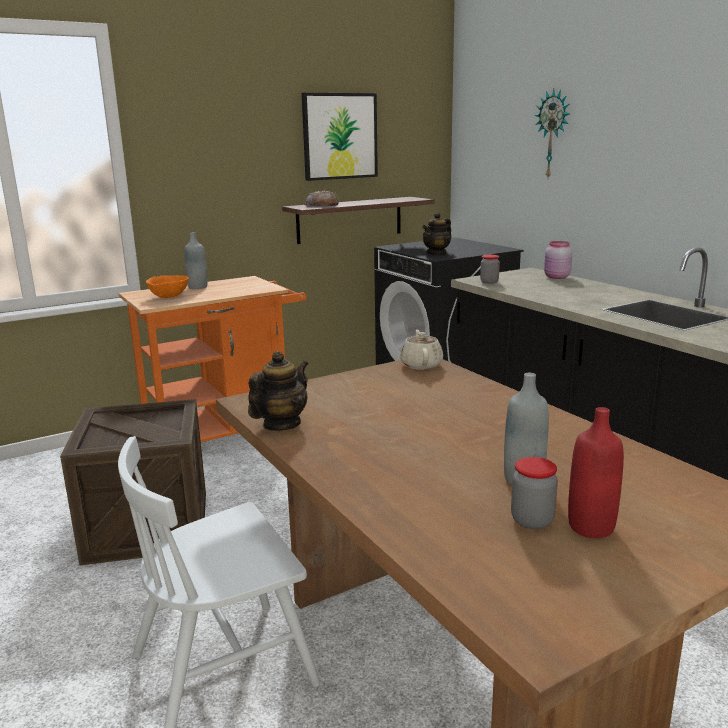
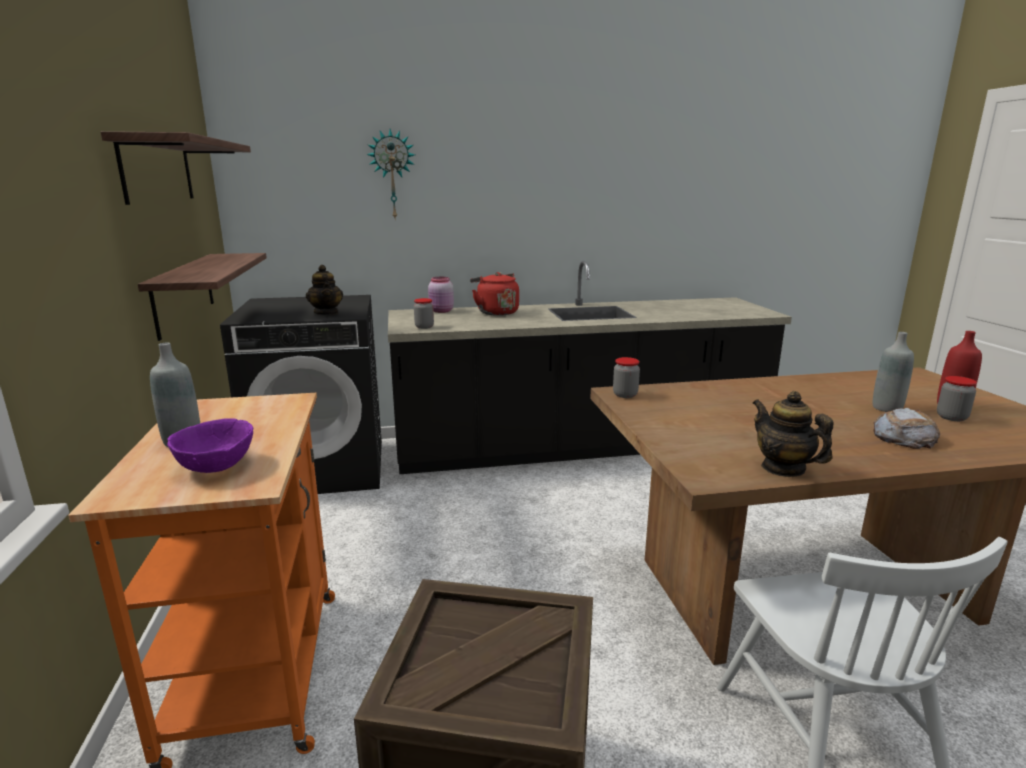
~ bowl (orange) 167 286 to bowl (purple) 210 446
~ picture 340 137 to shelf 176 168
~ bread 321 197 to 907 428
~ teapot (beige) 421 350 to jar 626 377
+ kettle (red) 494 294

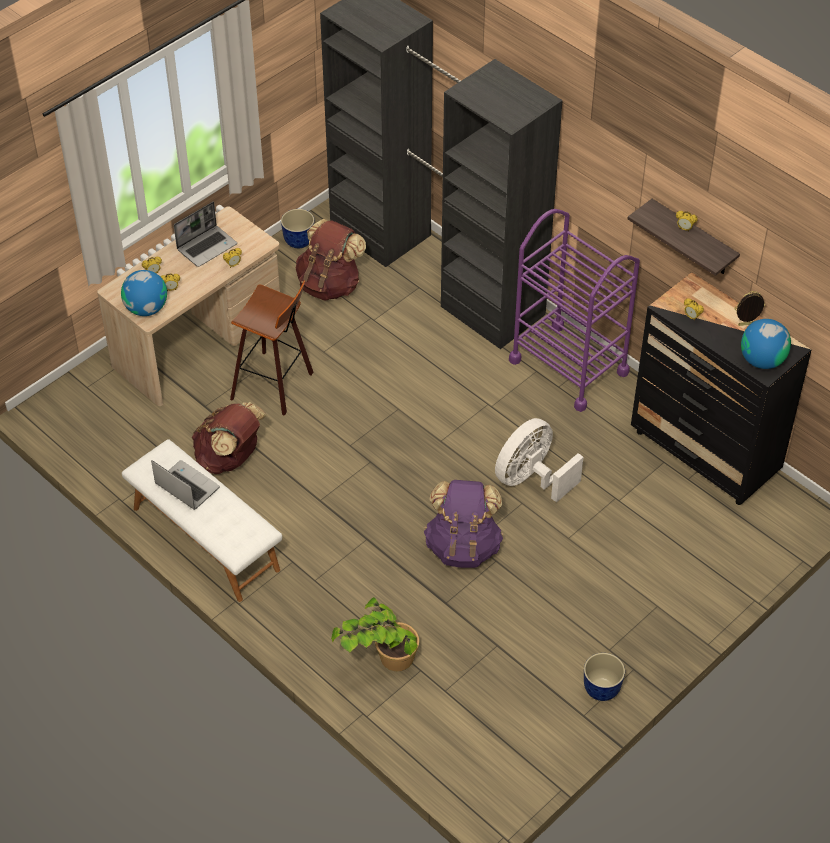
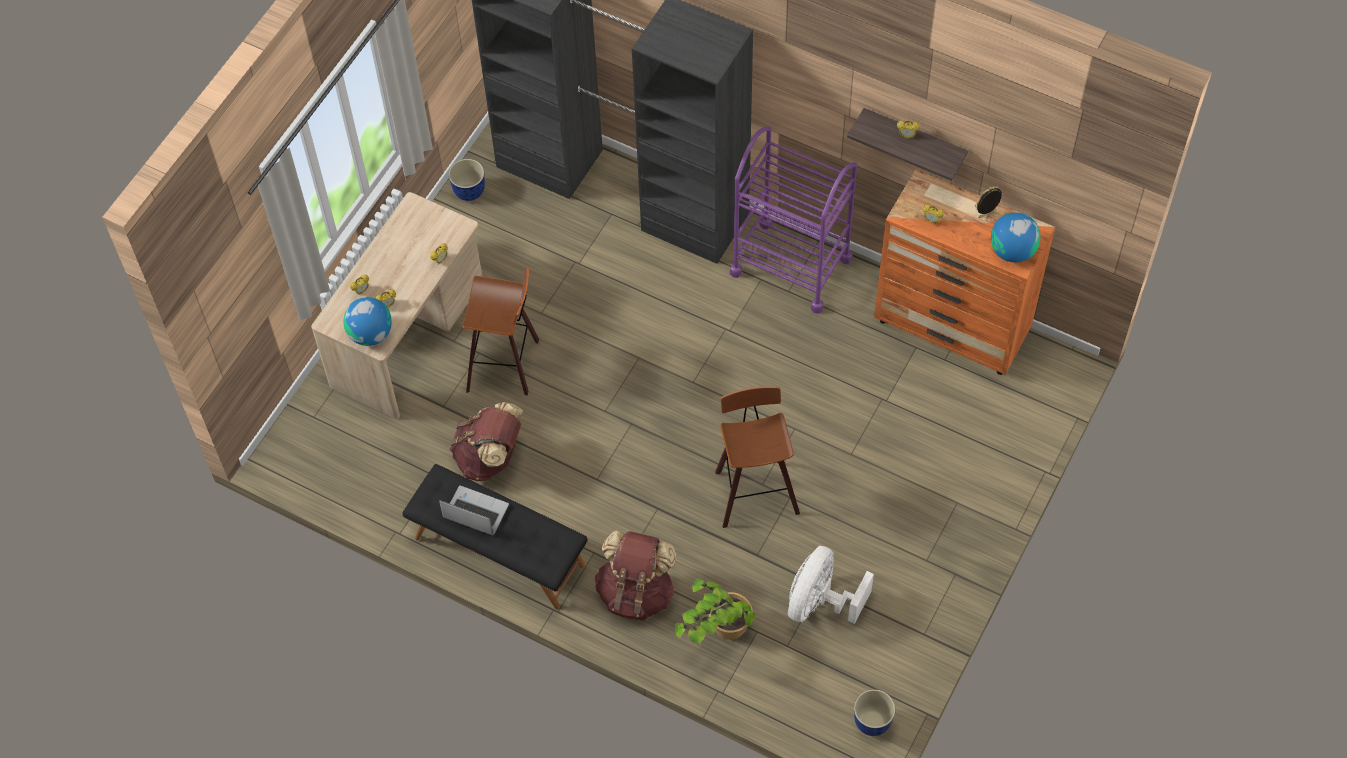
~ bench (white) 202 520 to bench (black) 494 537
- laptop 205 234
~ backpack (brown) 331 260 to 635 575
~ backpack (purple) 463 524 to stool 757 457
~ fan (white) 539 460 to 831 585
~ planter 604 677 to 875 712
~ dresser (black) 721 388 to dresser (orange) 964 272

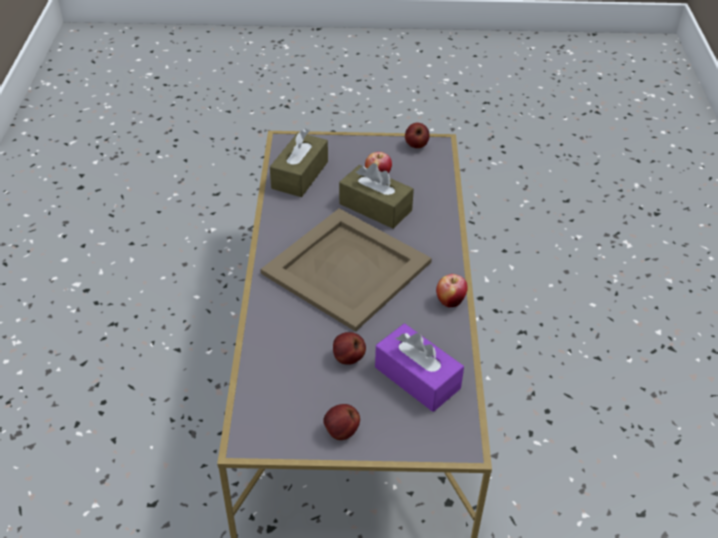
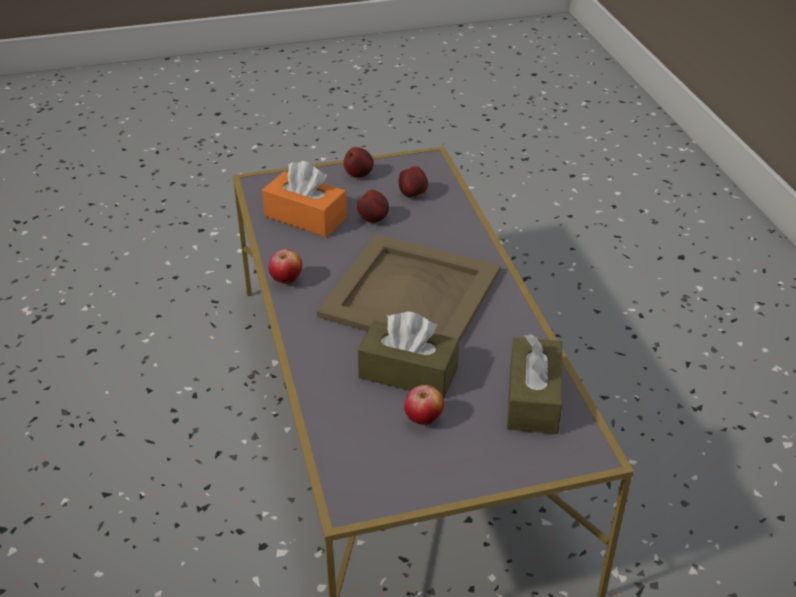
~ tissue box (purple) 419 367 to tissue box (orange) 304 199
~ apple 417 135 to 413 182

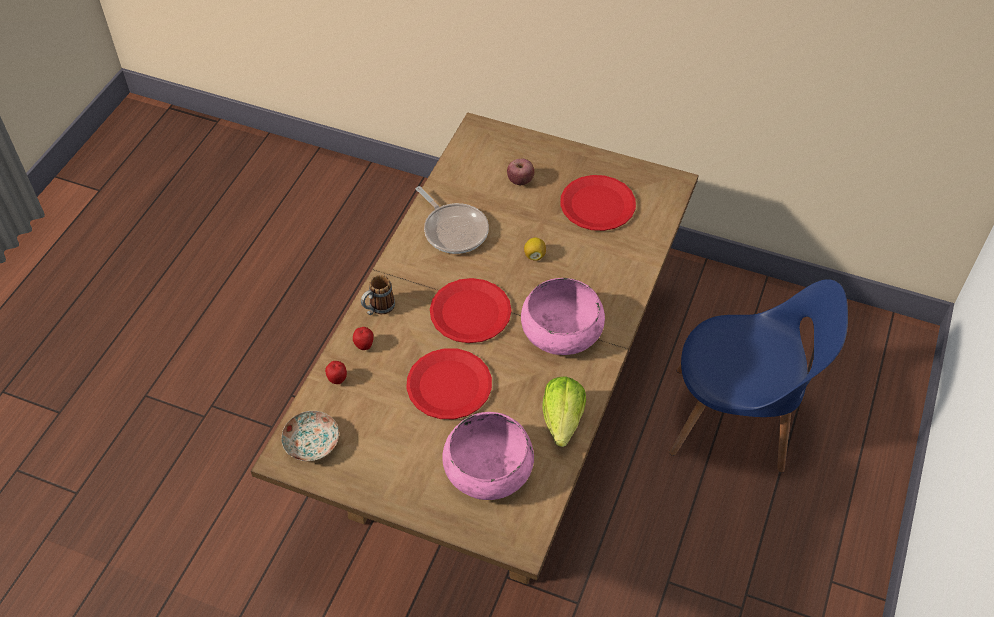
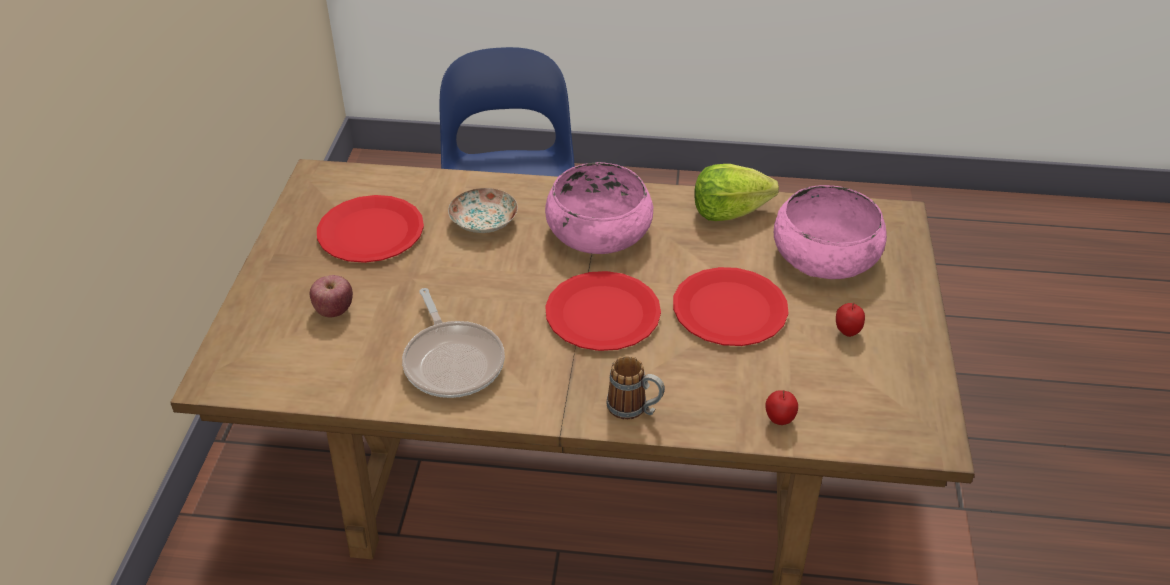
~ plate 310 436 to 483 210
~ apple 363 338 to 850 319
~ frying pan 452 220 = 453 343 120 degrees clockwise
- lemon 535 249

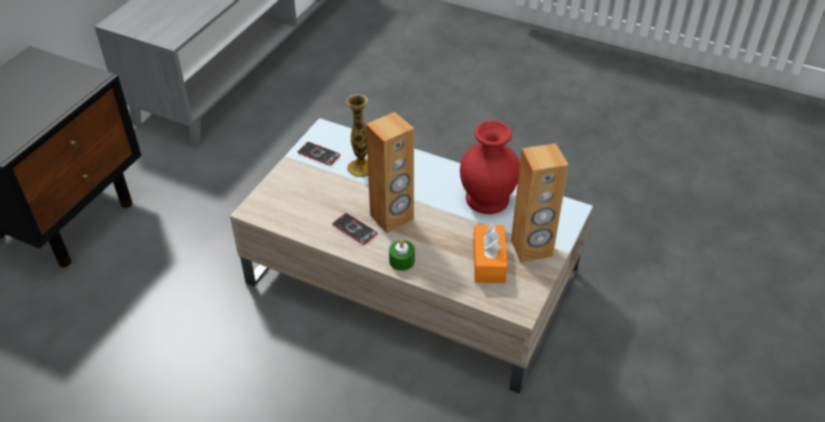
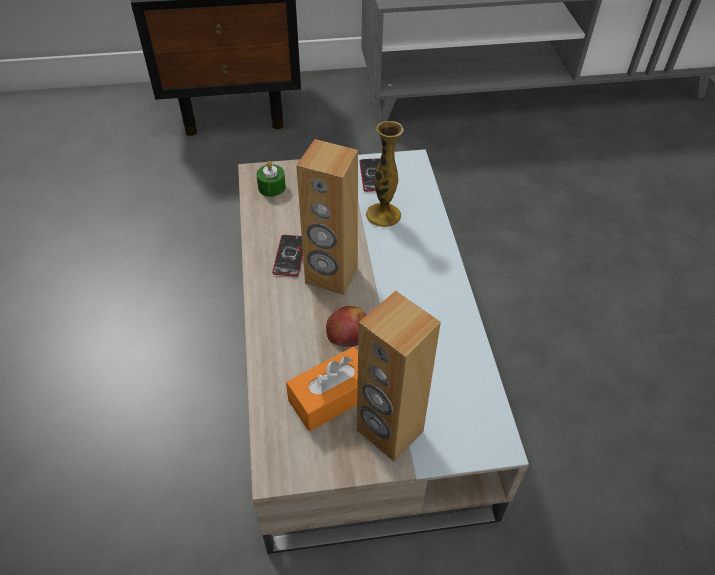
~ candle (green) 402 255 to 271 179
- vase (red) 490 167
+ apple 346 326

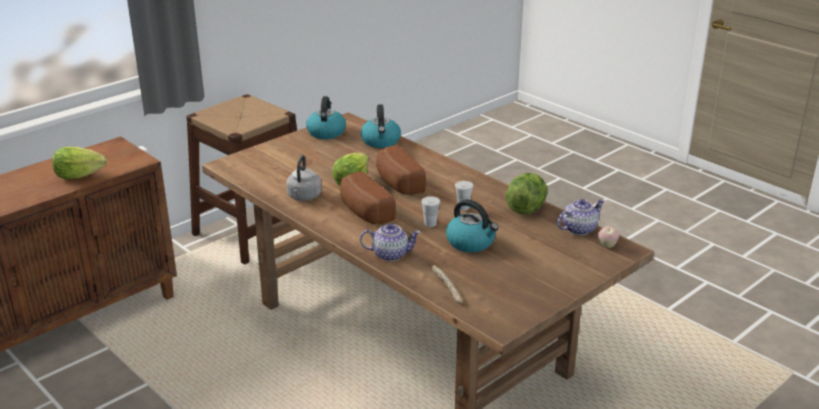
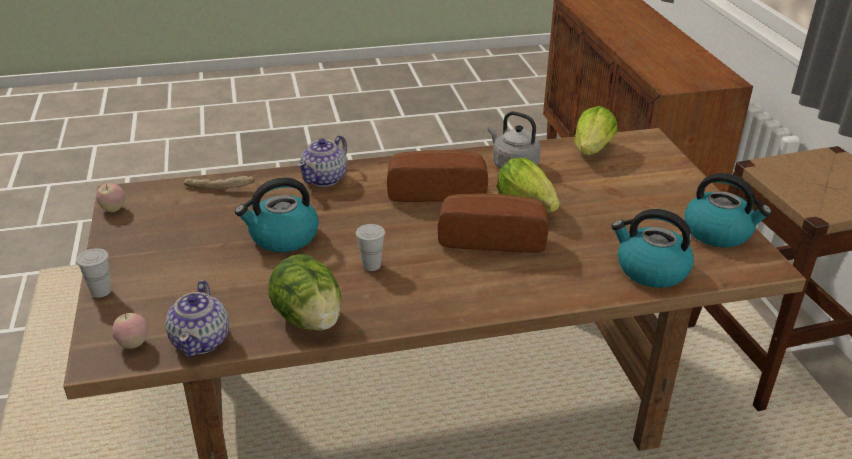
~ lettuce 79 163 to 596 130
~ cup (white) 430 211 to 93 273
+ apple 110 197

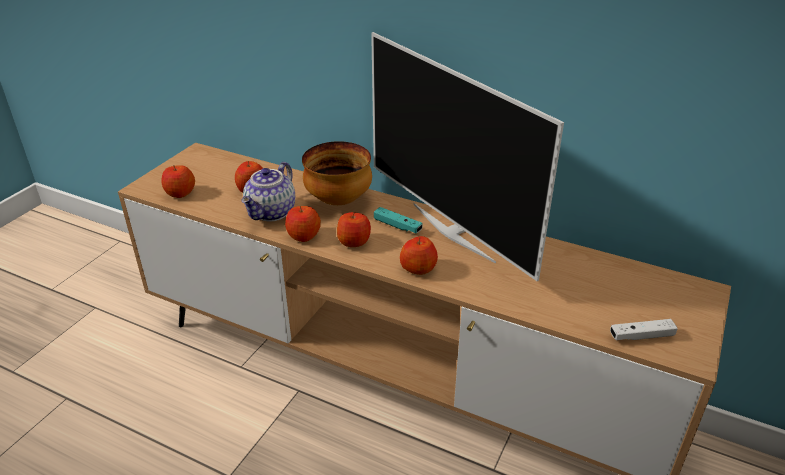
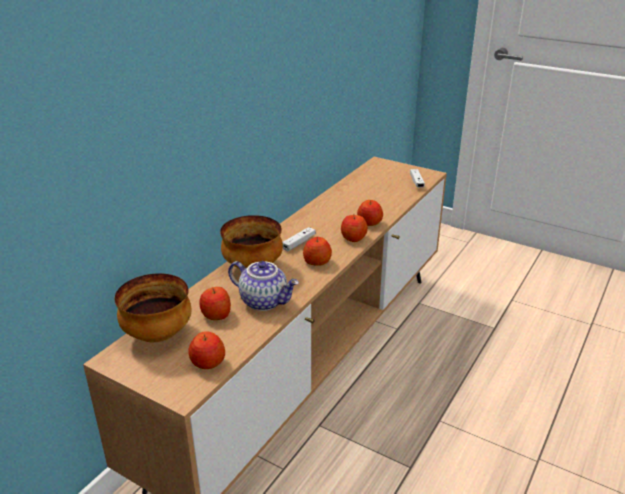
~ apple 303 224 to 370 213
- television 467 156
~ game controller (turquoise) 398 220 to game controller (white) 299 239
+ bowl 153 307

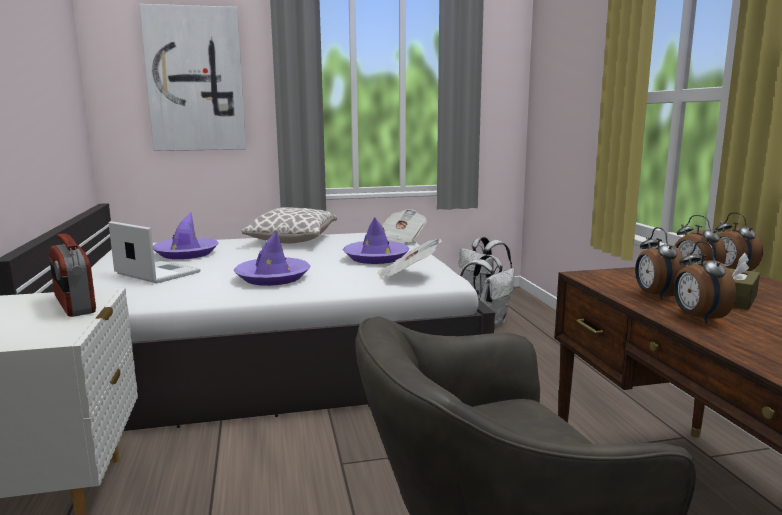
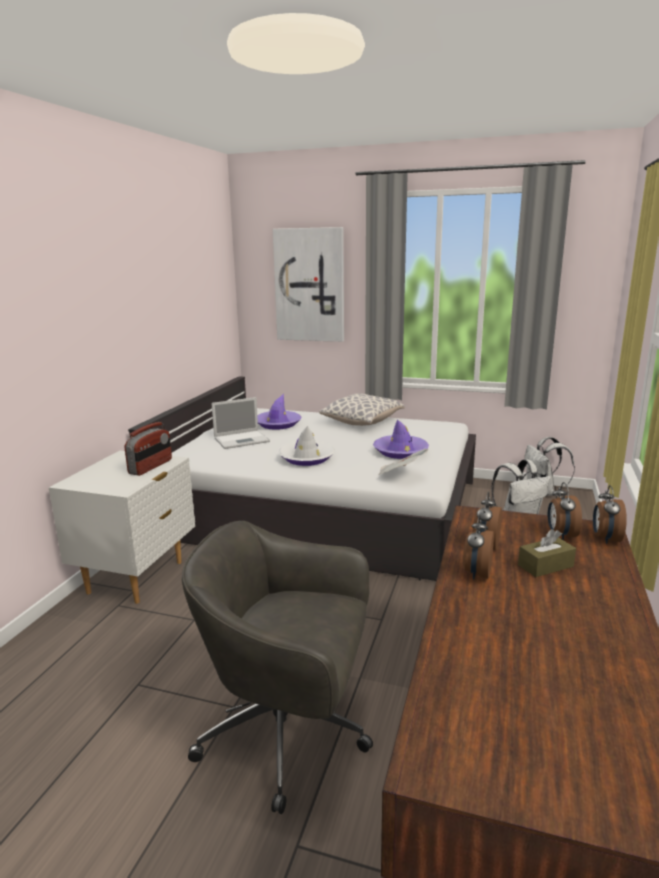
~ radio 72 275 = 148 449 150 degrees counterclockwise
~ laptop 155 252 = 240 423 90 degrees clockwise
~ hat (purple) 272 259 to hat (white) 306 446
- newspaper 404 226

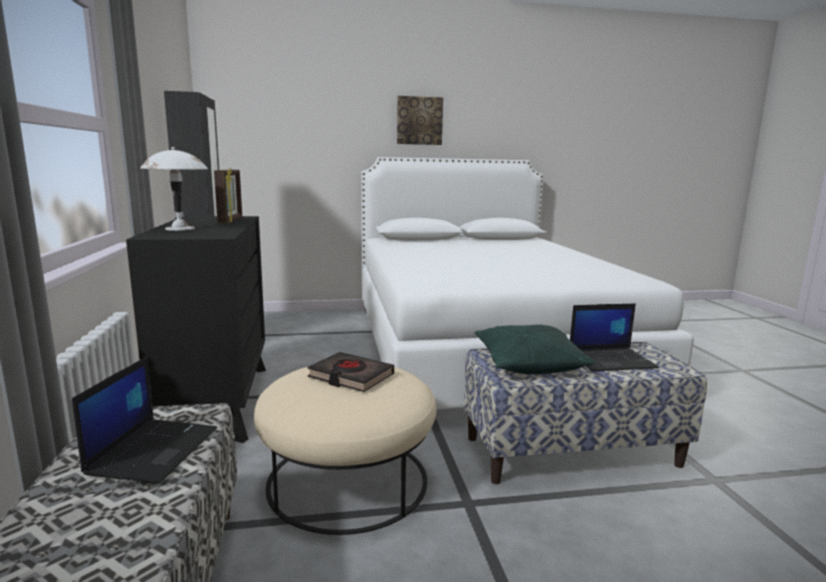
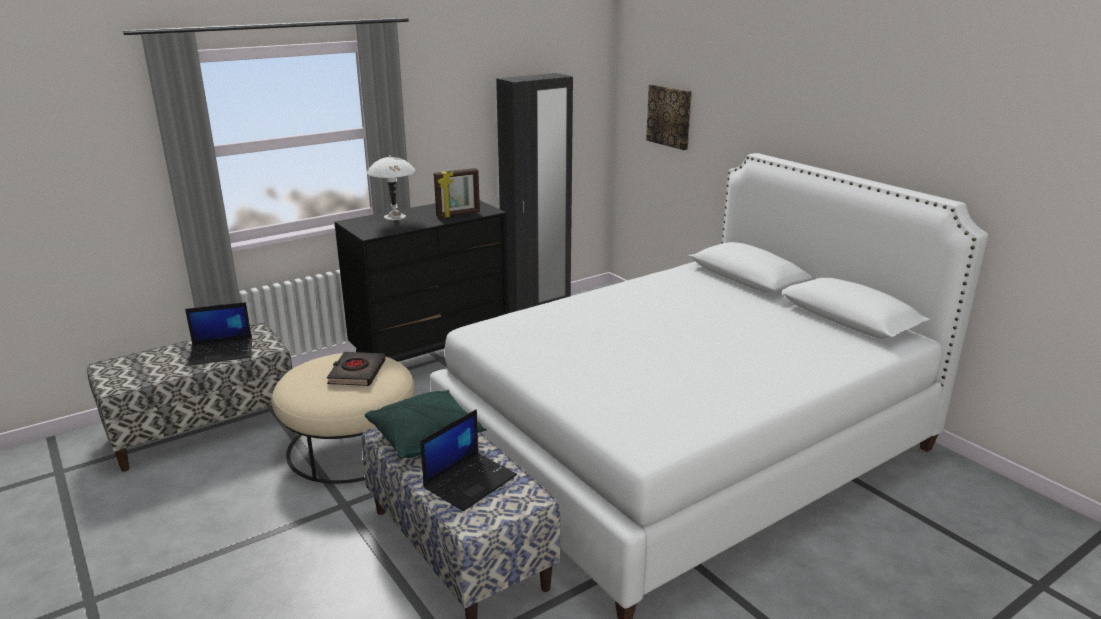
~ picture 420 120 to 669 117
~ laptop 614 337 = 468 460 105 degrees counterclockwise

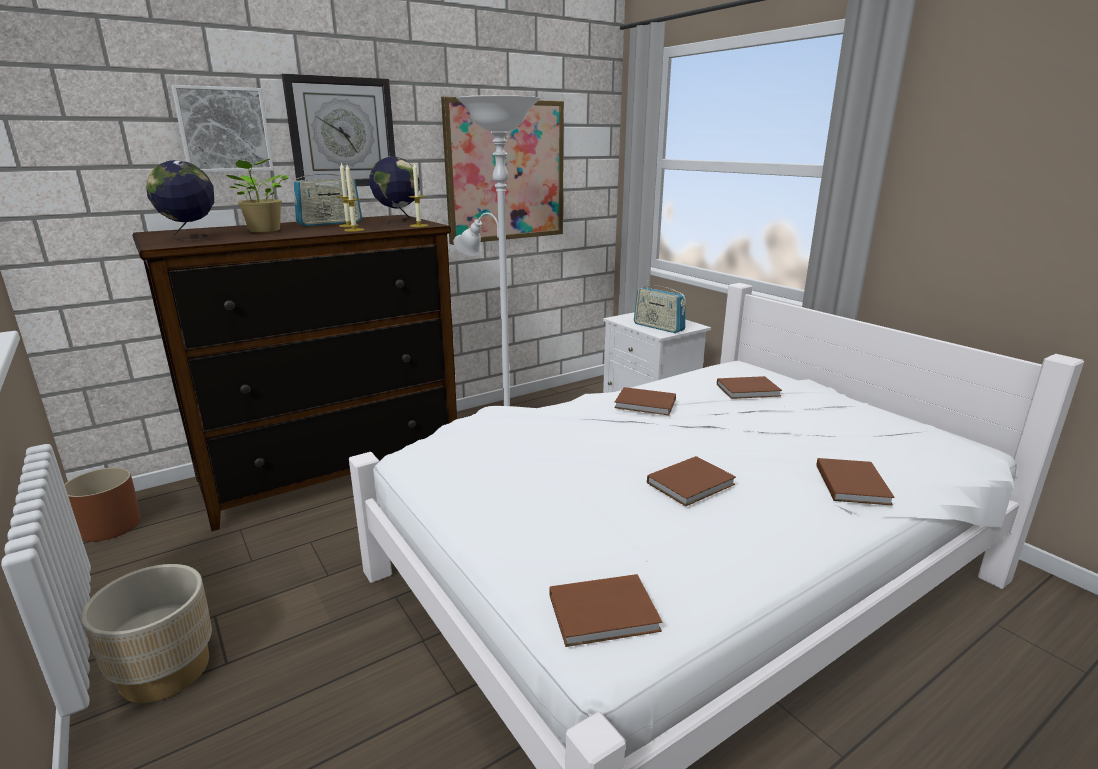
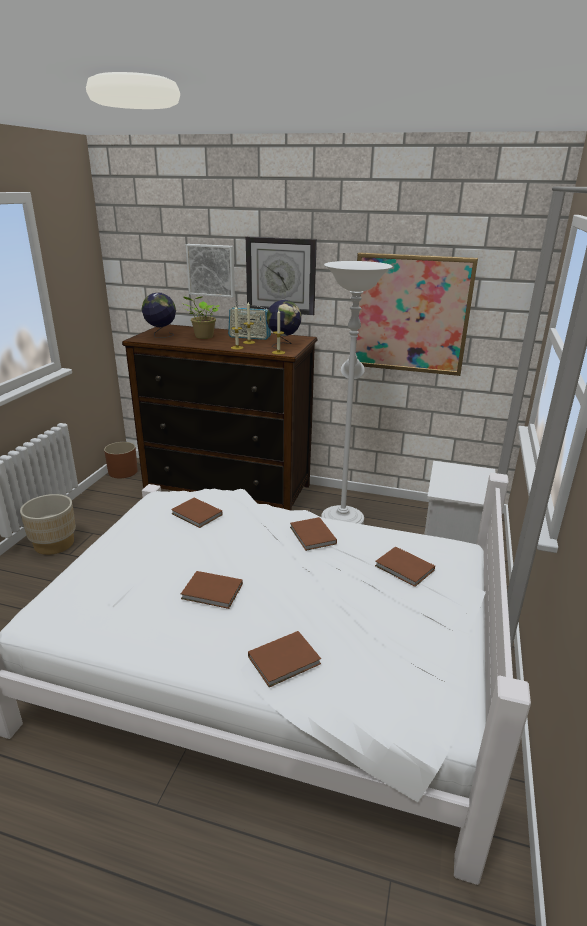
~ book (brown) 606 610 to 197 513
- radio 660 306

